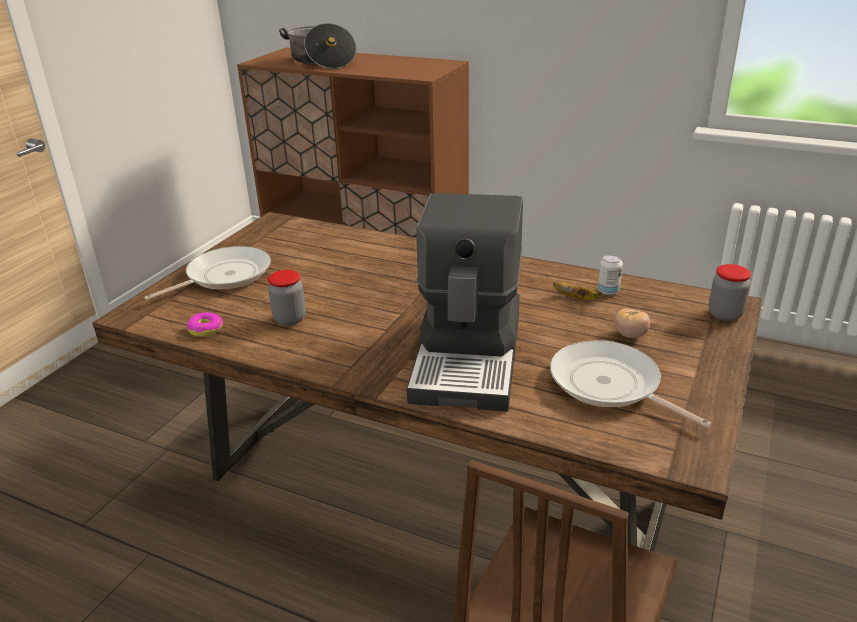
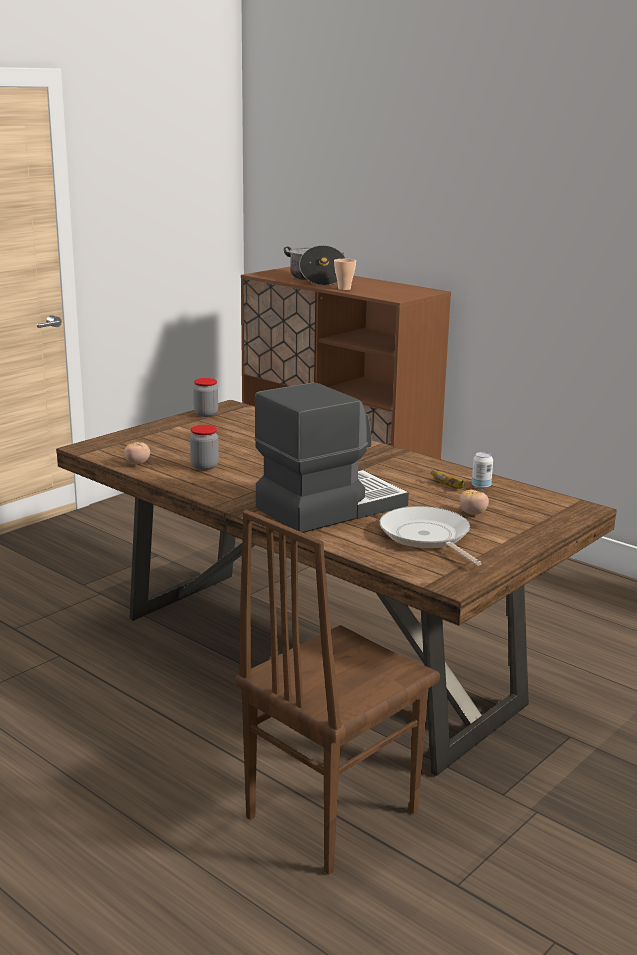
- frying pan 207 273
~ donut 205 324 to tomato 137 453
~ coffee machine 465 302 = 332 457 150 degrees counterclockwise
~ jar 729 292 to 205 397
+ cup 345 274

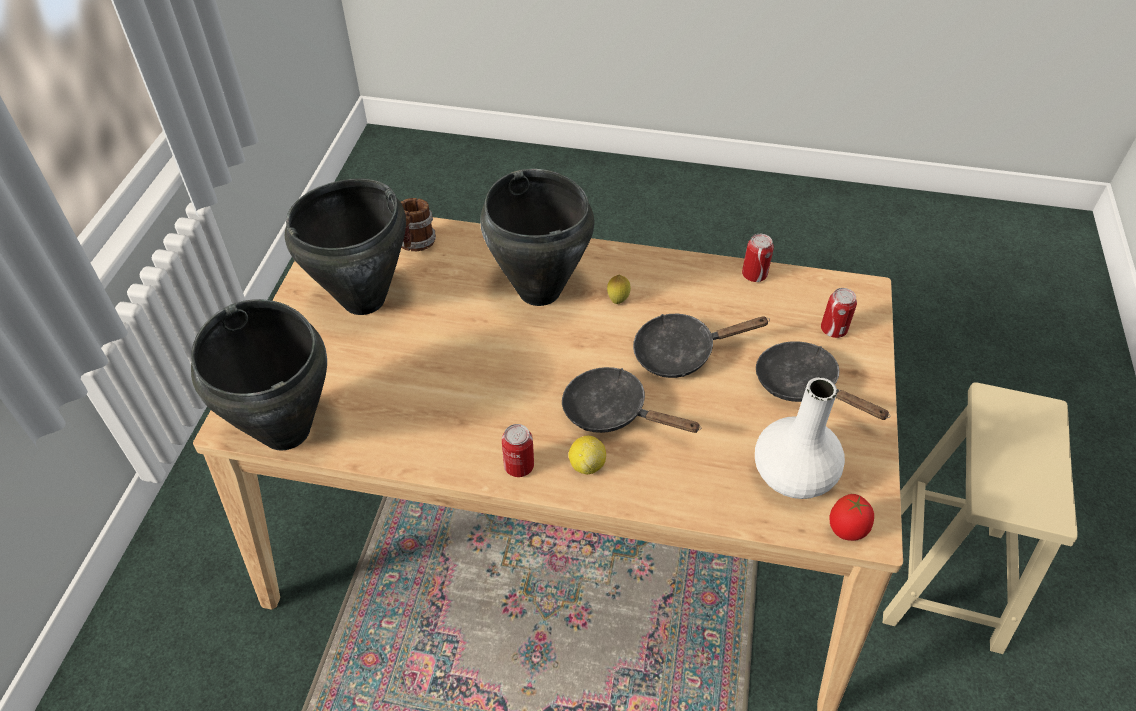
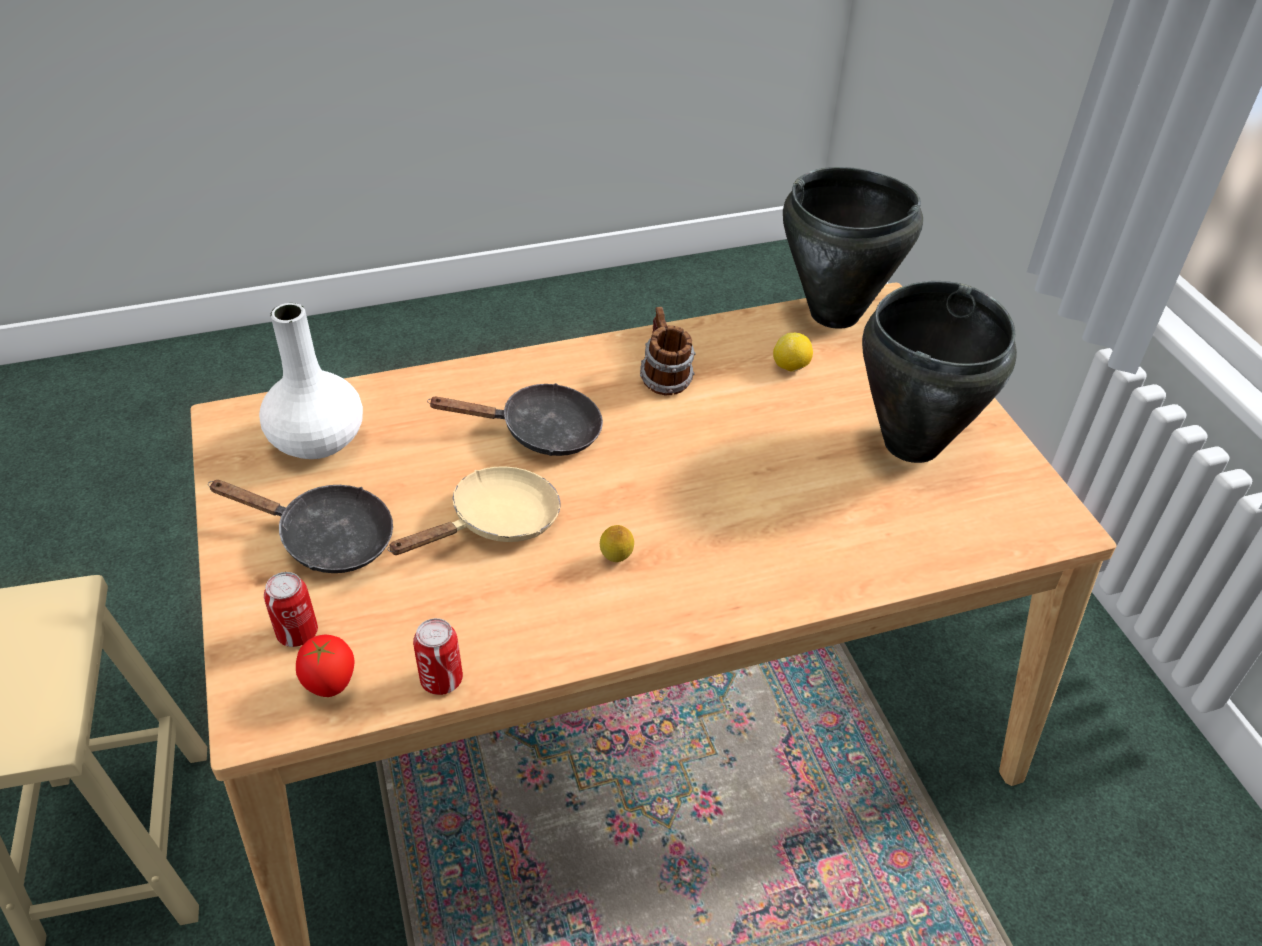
~ mug 418 224 to 668 351
- cooking pot (black) 537 237
- can 518 450
~ lemon 587 455 to 793 352
~ frying pan (black) 701 346 to frying pan (beige) 474 510
~ tomato 851 517 to 325 666

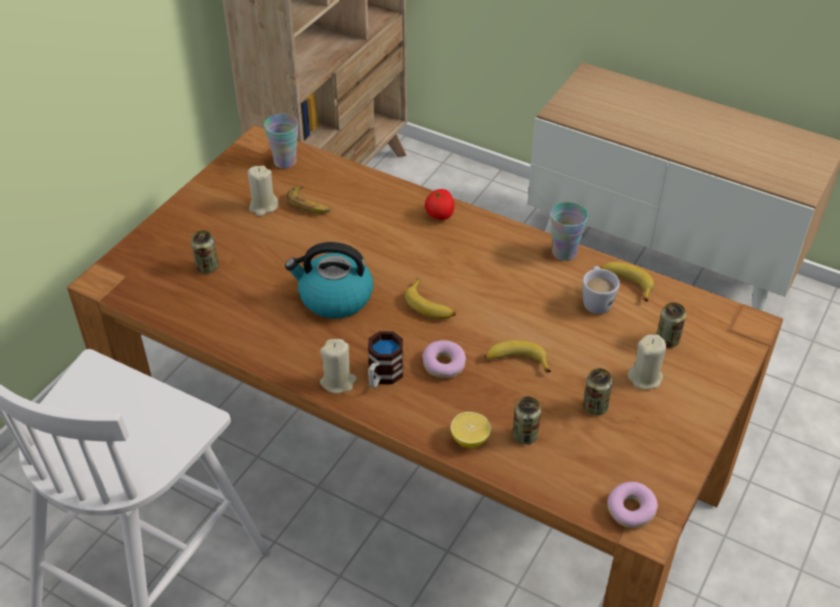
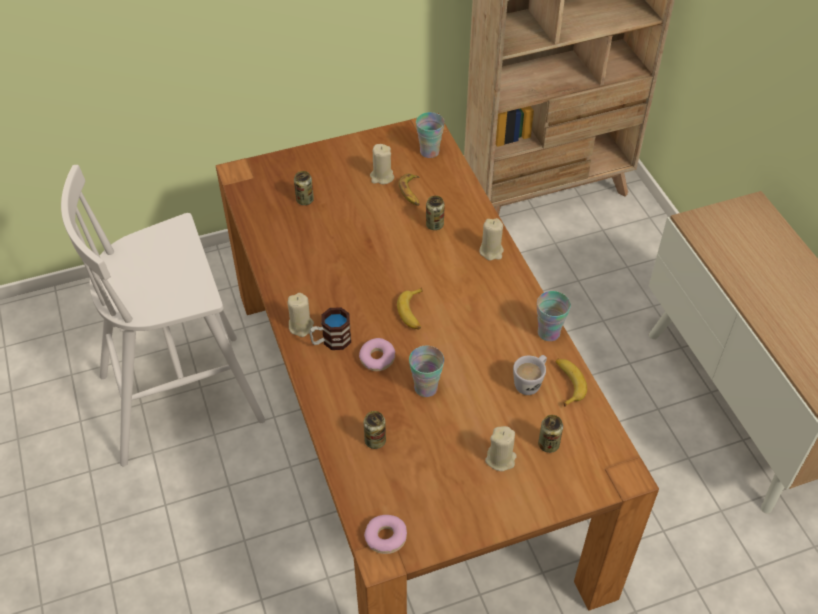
- kettle 329 280
~ tomato 439 204 to candle (beige) 491 239
- lemon 470 430
~ banana 517 356 to cup 426 371
~ can 598 391 to 435 213

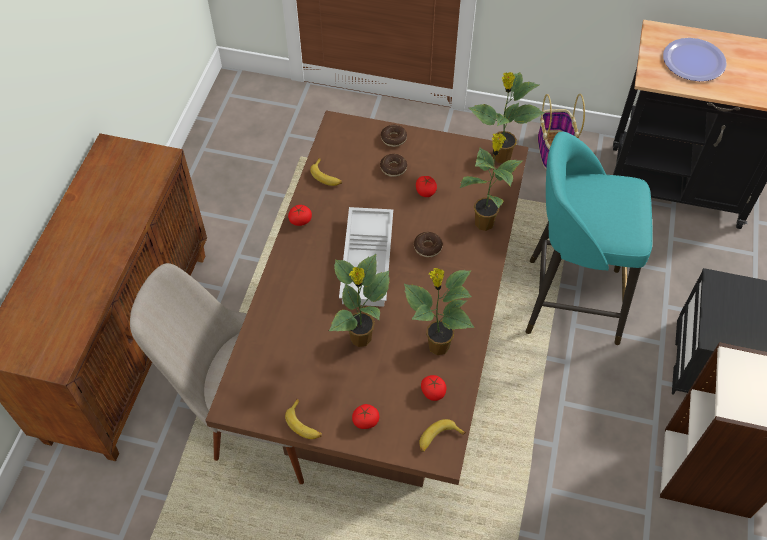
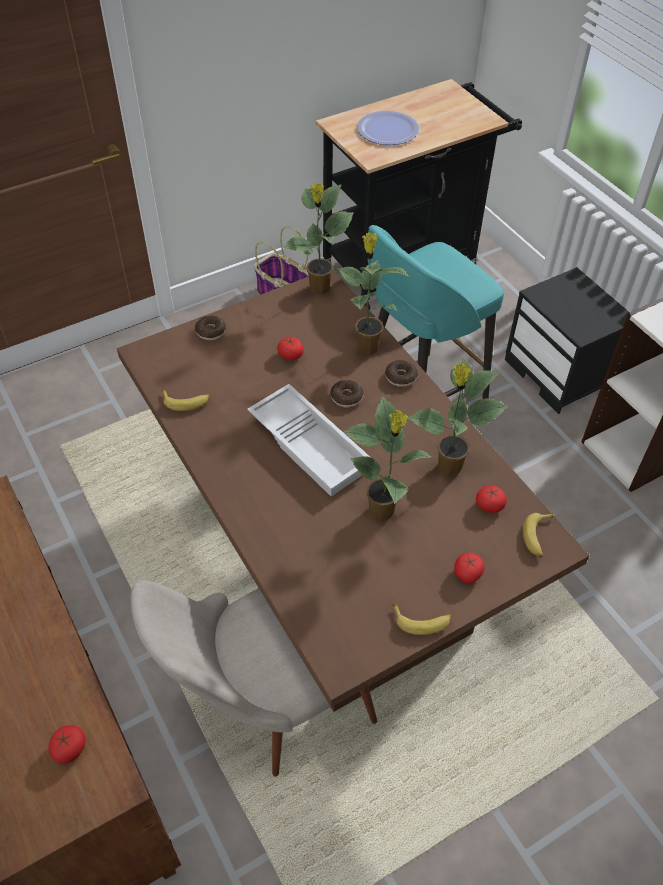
~ tomato 300 215 to 67 744
~ donut 393 165 to 401 373

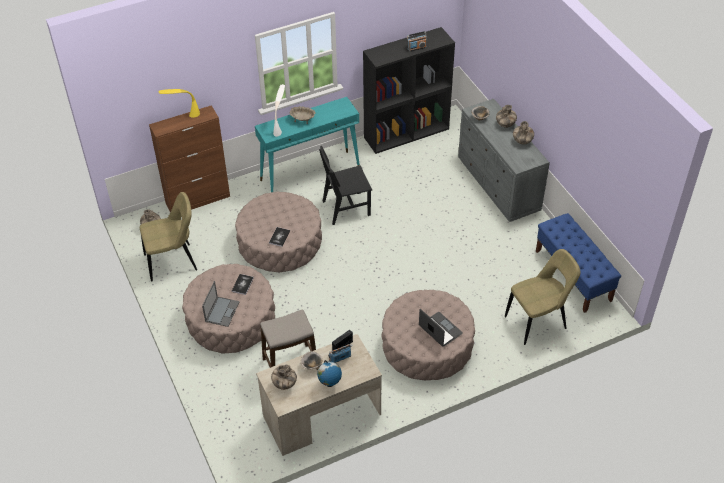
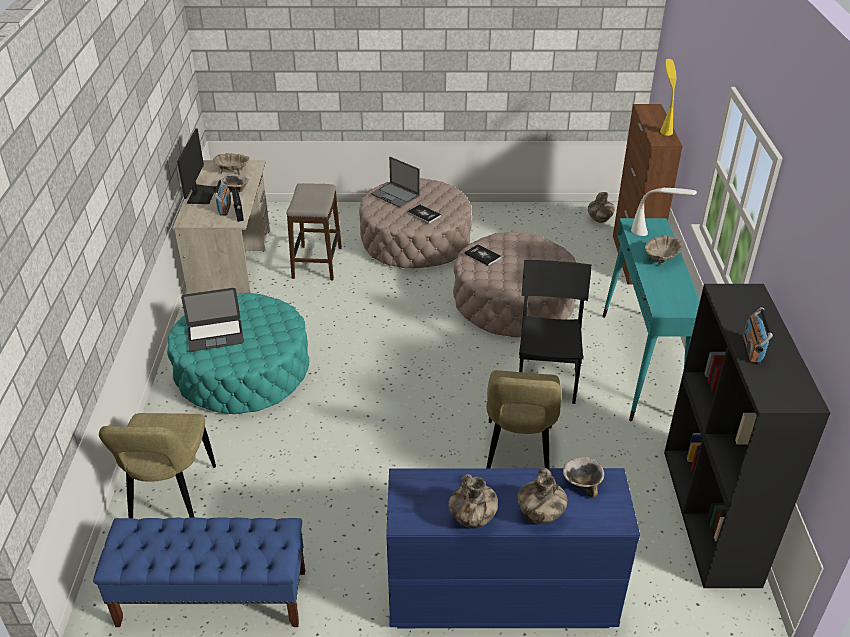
~ chair (beige) 168 237 to 524 419
~ vase 284 377 to bowl (beige) 231 164
~ globe 329 373 to monitor 197 166
~ ottoman (beige) 428 335 to ottoman (turquoise) 238 353
~ dresser (grey) 504 160 to dresser (blue) 513 548

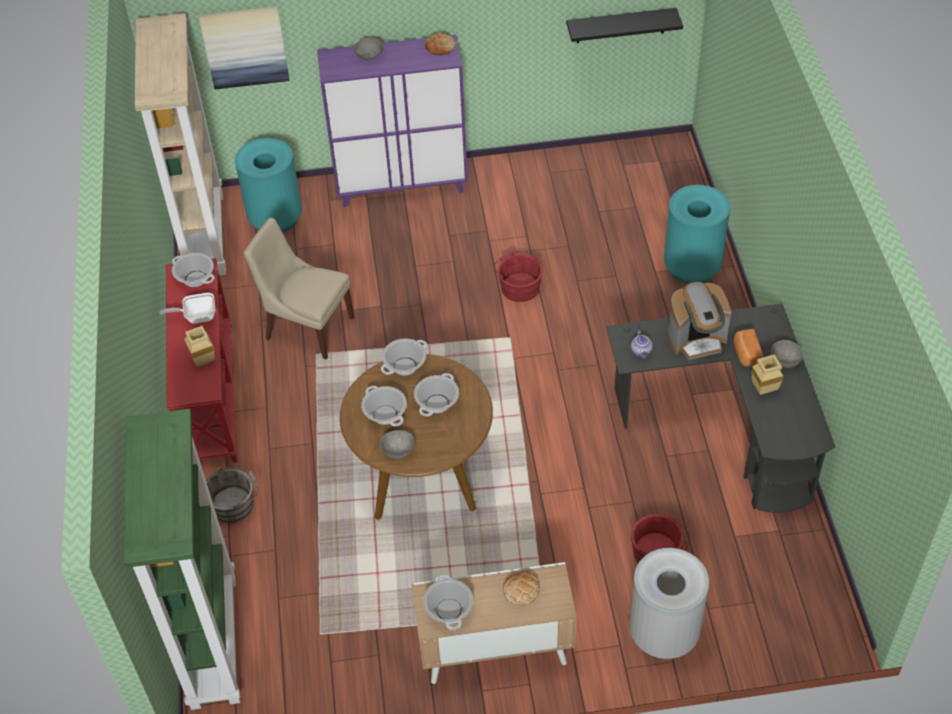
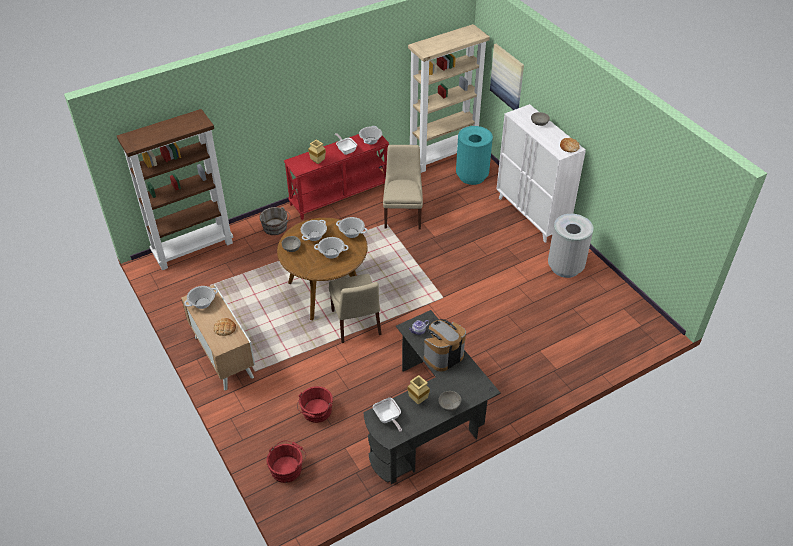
~ bookcase (green) 181 559 to bookcase (brown) 175 189
~ cabinet (purple) 392 120 to cabinet (white) 541 173
~ bucket (red) 518 276 to 286 462
- shelf (black) 624 25
~ trash can (grey) 669 603 to 570 246
- trash can (turquoise) 697 234
~ coffee machine 700 321 = 445 345 90 degrees clockwise
- bread 748 348
+ chair (beige) 355 308
+ frying pan 387 415

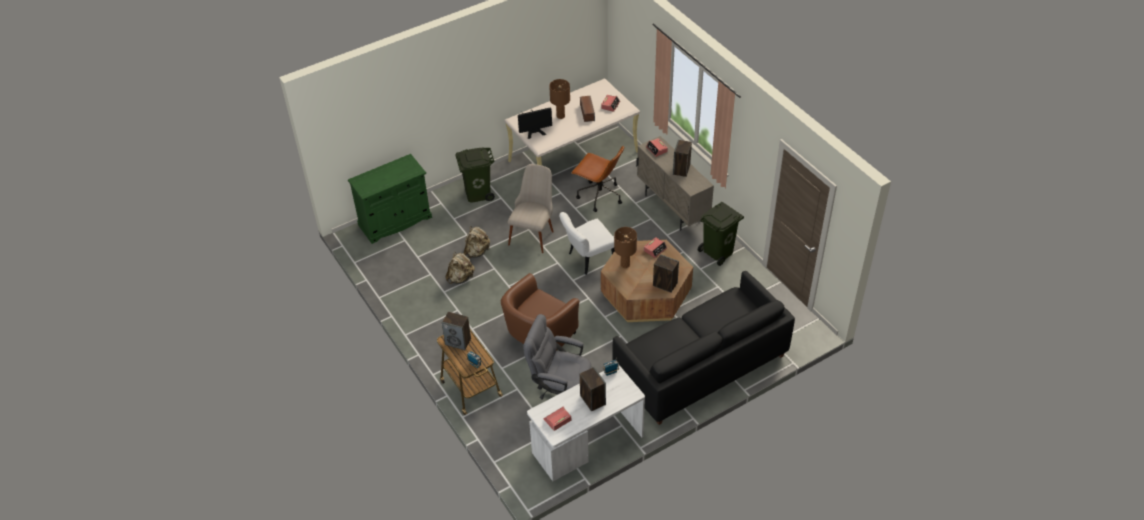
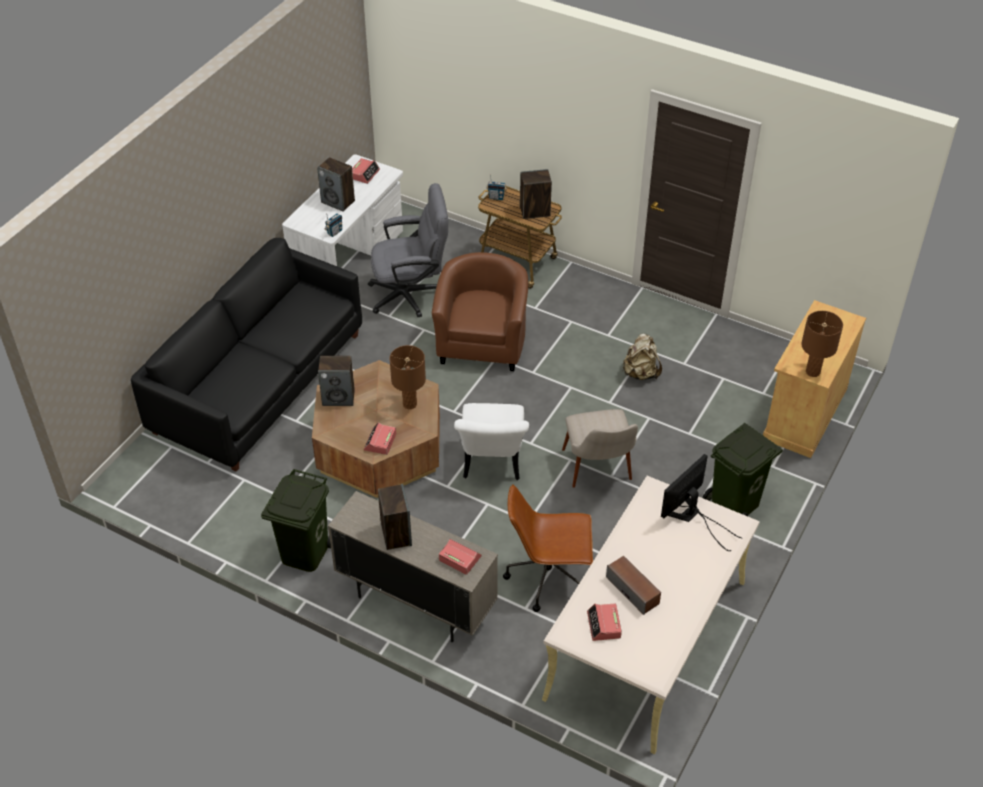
~ cabinet (green) 390 199 to cabinet (beige) 814 379
- backpack (beige) 477 242
~ table lamp (brown) 559 99 to 822 344
~ chair (white) 587 243 = 491 441 150 degrees clockwise

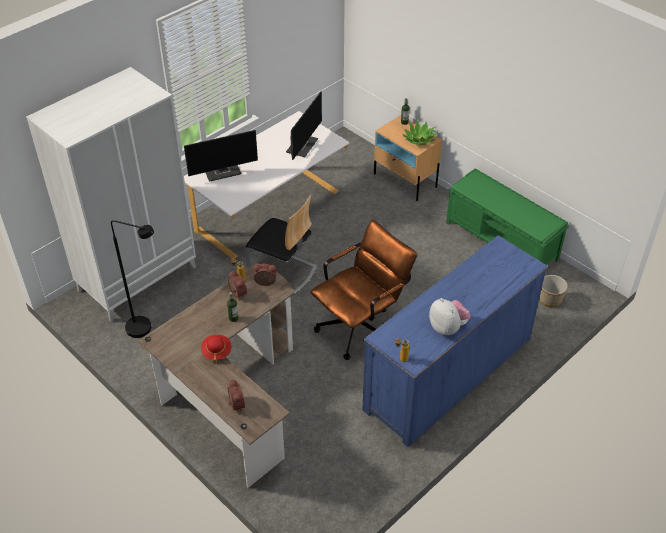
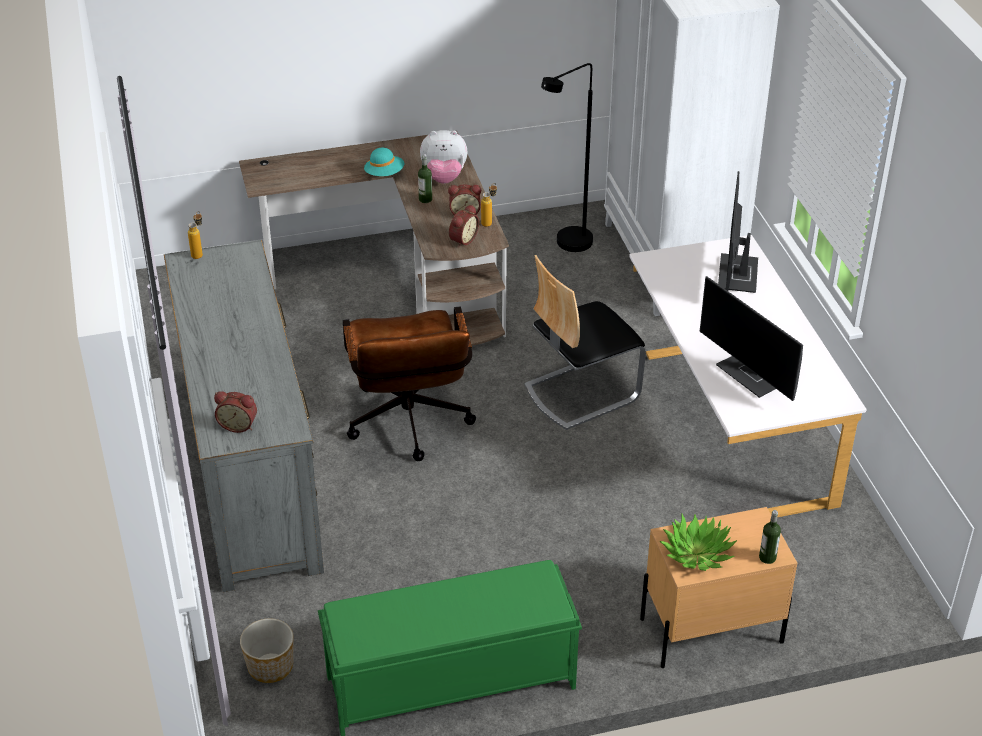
~ hat (red) 216 349 to hat (turquoise) 384 162
~ alarm clock 236 395 to 235 412
~ dresser (blue) 455 341 to dresser (grey) 244 416
~ plush toy 449 316 to 444 157

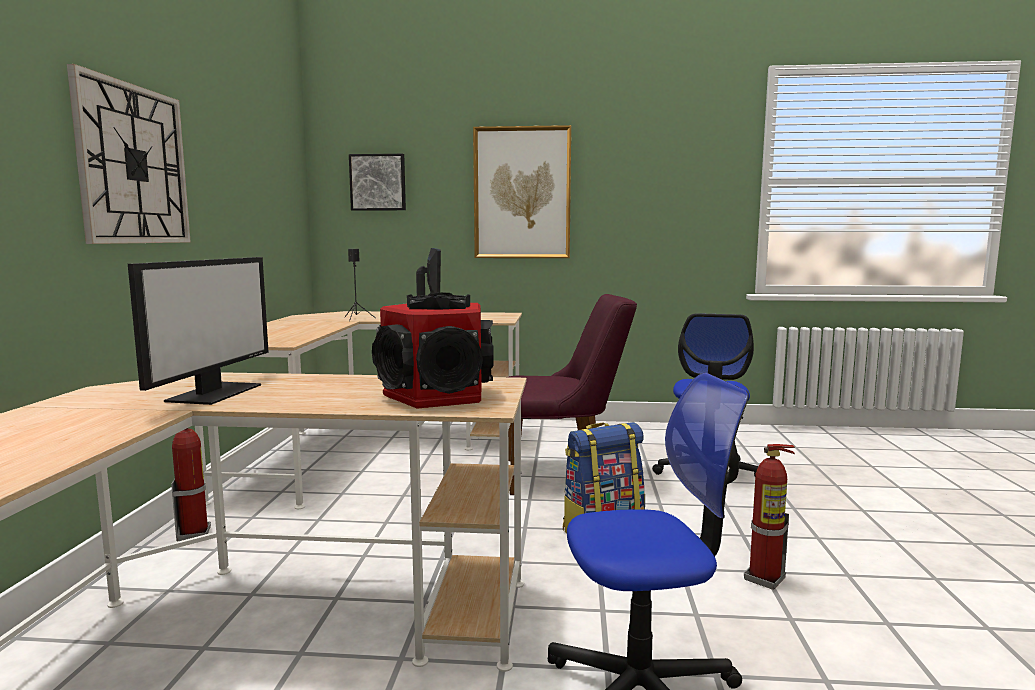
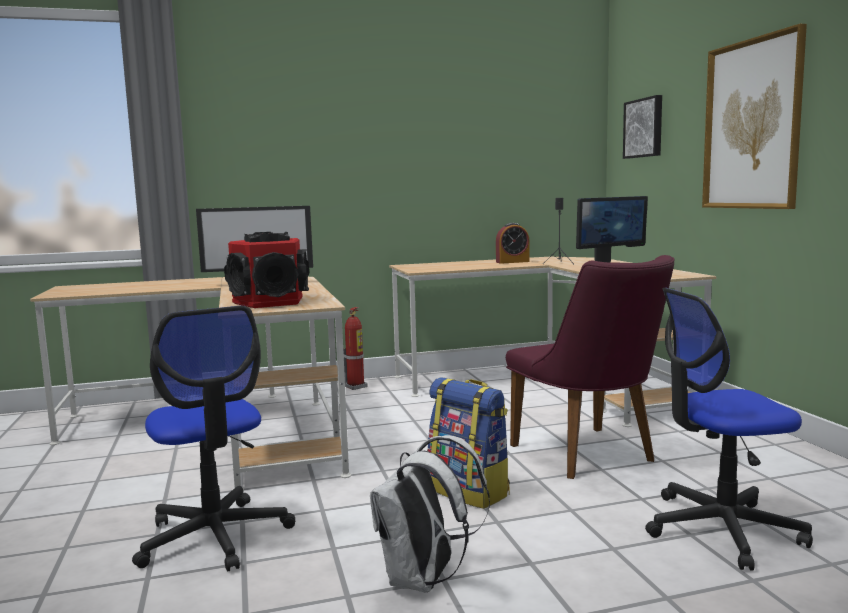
- wall clock 129 154
~ fire extinguisher 769 517 to backpack (white) 430 514
+ alarm clock 512 243

